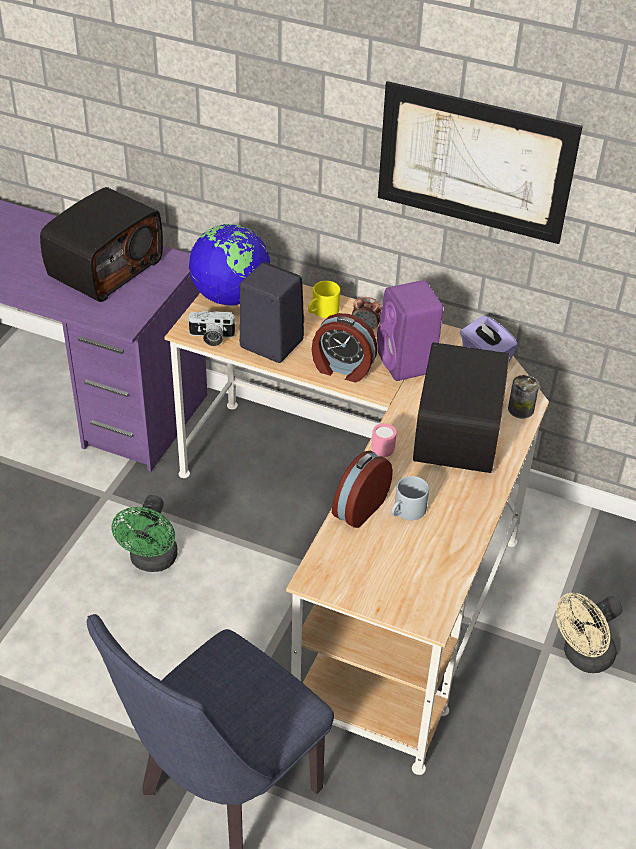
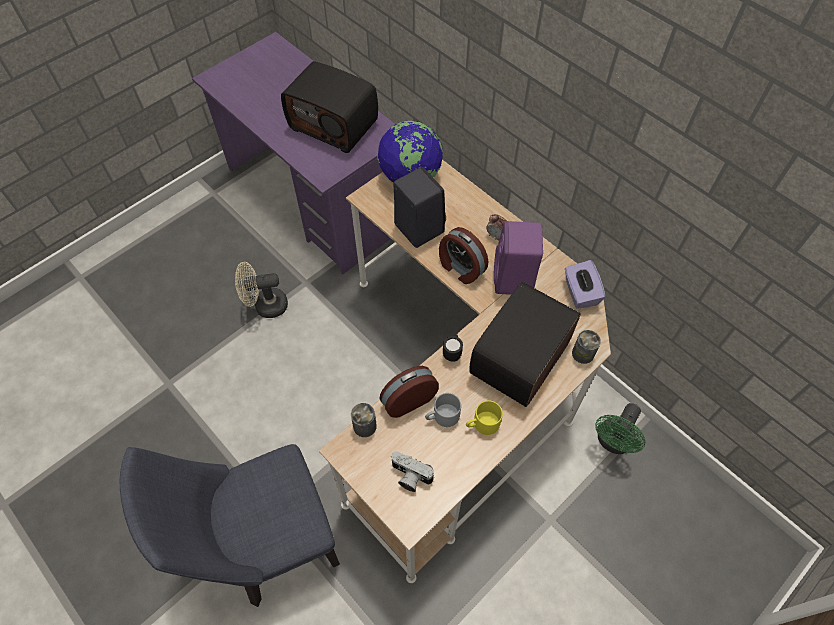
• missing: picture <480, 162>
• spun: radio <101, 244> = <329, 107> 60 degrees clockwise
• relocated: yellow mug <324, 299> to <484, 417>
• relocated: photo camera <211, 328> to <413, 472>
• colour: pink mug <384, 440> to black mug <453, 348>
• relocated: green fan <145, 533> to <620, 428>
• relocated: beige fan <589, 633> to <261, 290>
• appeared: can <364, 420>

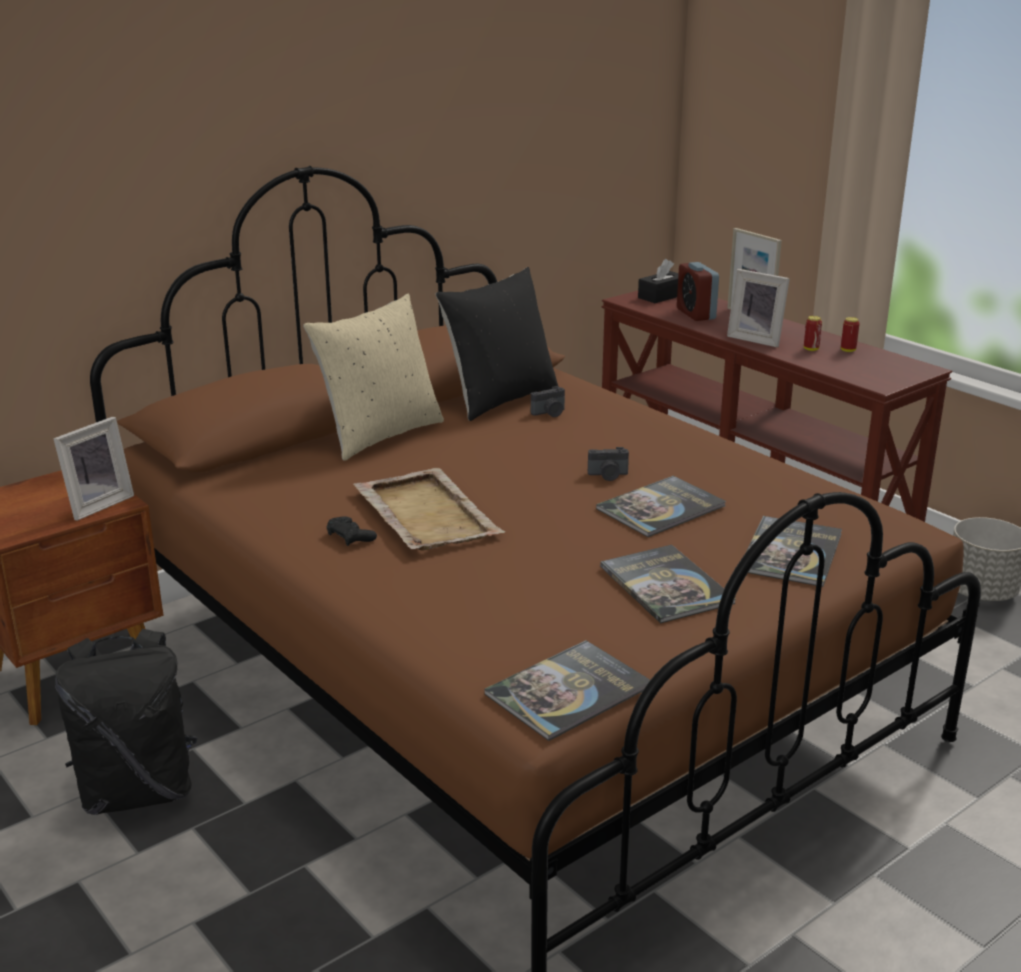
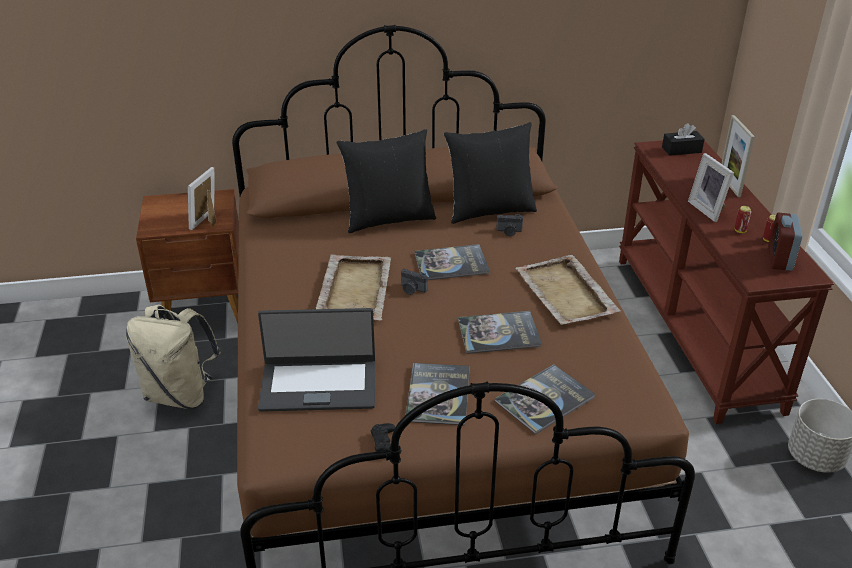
• relocated: alarm clock <698, 291> to <785, 242>
• colour: beige pillow <373, 377> to black pillow <386, 181>
• spun: picture frame <93, 469> = <202, 199> 135 degrees clockwise
• relocated: photo camera <608, 464> to <414, 282>
• relocated: black game controller <351, 531> to <386, 438>
• colour: black backpack <126, 722> to beige backpack <173, 356>
• relocated: book <567, 690> to <452, 262>
• appeared: beige tray <568, 290>
• appeared: laptop <316, 360>

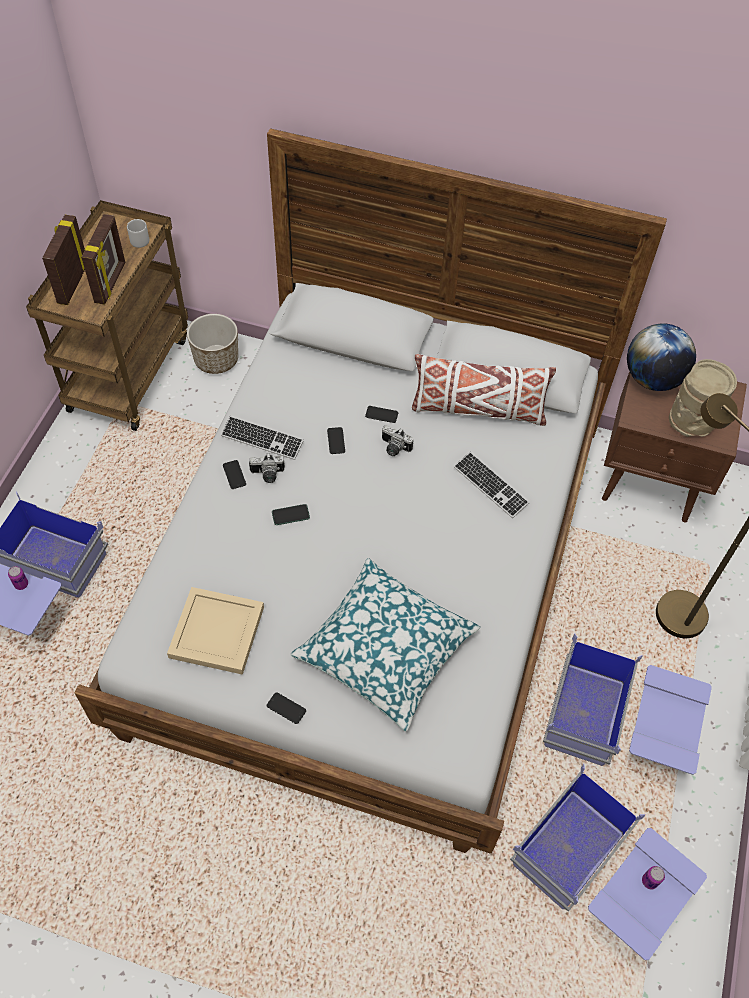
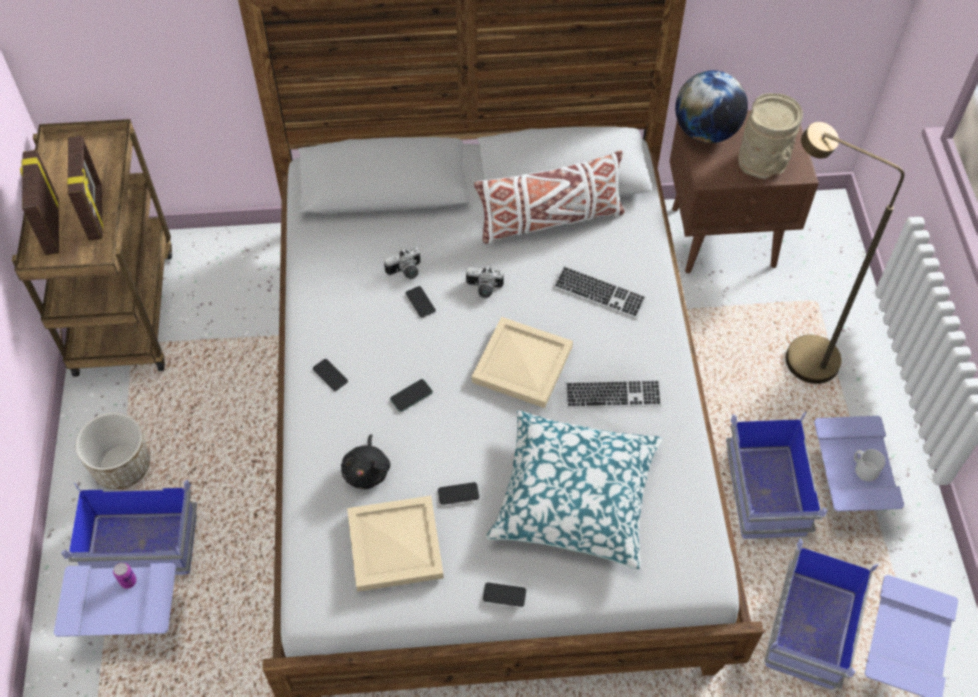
• relocated: grey mug <138, 233> to <869, 465>
• relocated: planter <212, 344> to <112, 450>
• relocated: phone <381, 414> to <458, 493>
• relocated: keyboard <262, 438> to <613, 394>
• relocated: photo camera <267, 468> to <402, 263>
• missing: can <653, 877>
• appeared: beige tray <522, 362>
• appeared: black plush toy <365, 461>

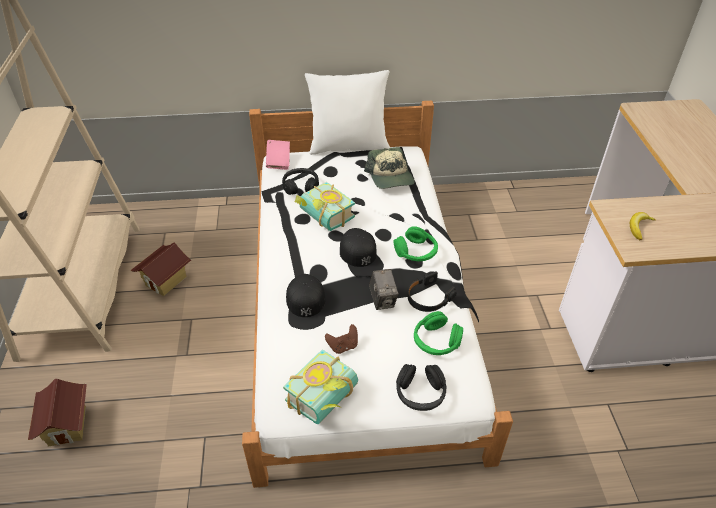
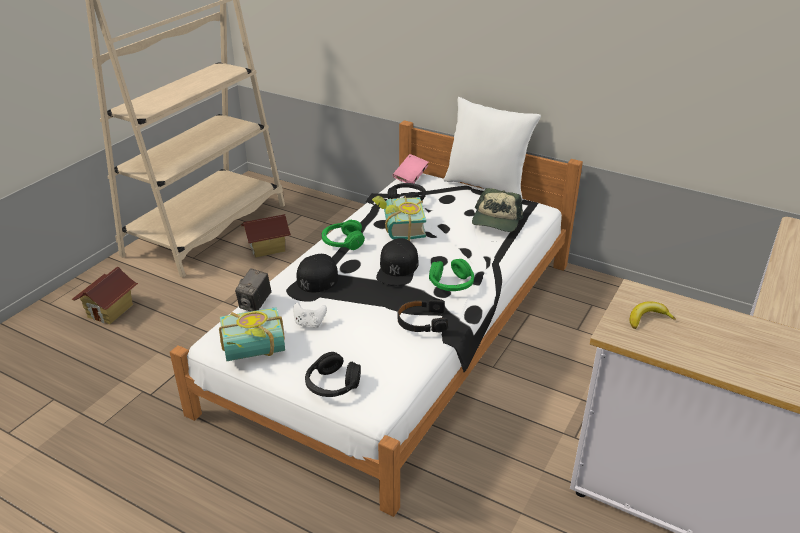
• relocated: photo camera <384, 289> to <253, 290>
• relocated: green headphones <438, 333> to <343, 235>
• colour: brown game controller <341, 339> to white game controller <310, 314>

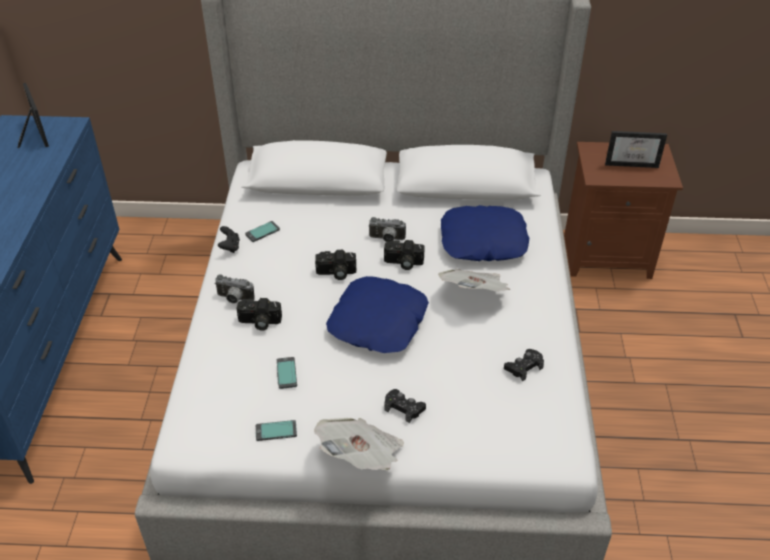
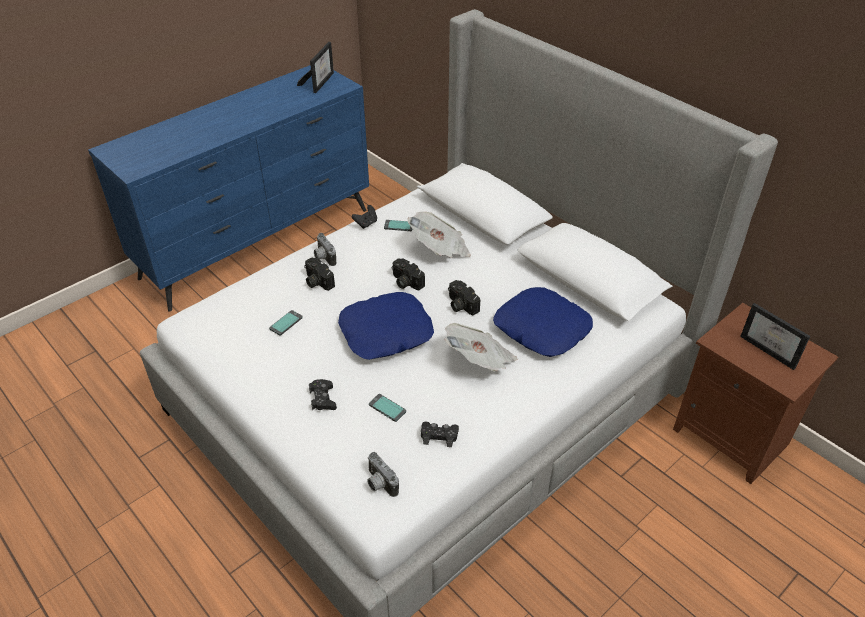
• relocated: photo camera <387, 229> to <383, 474>
• relocated: newspaper <359, 444> to <439, 235>
• relocated: phone <276, 430> to <387, 408>

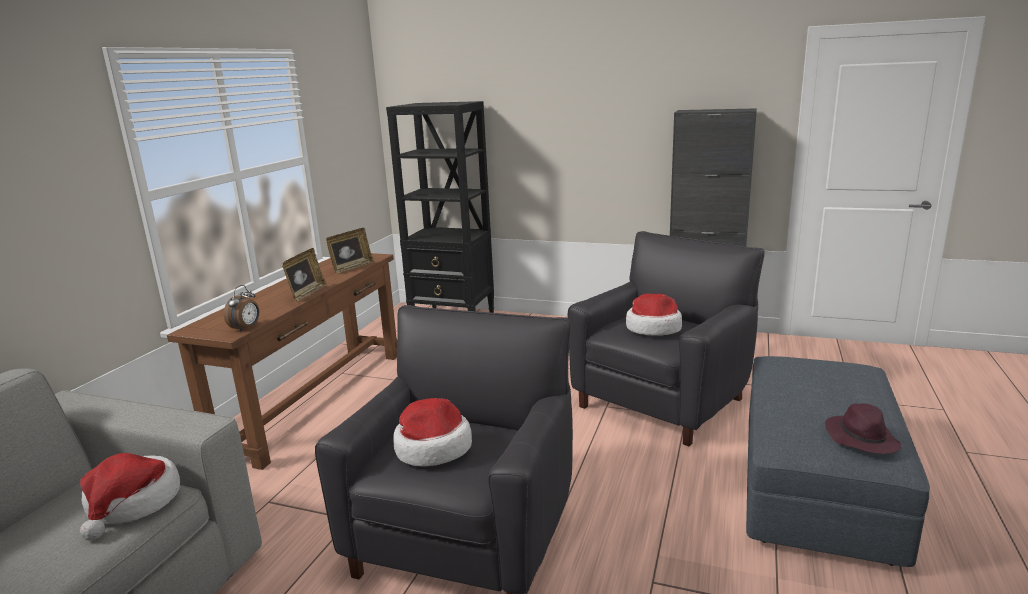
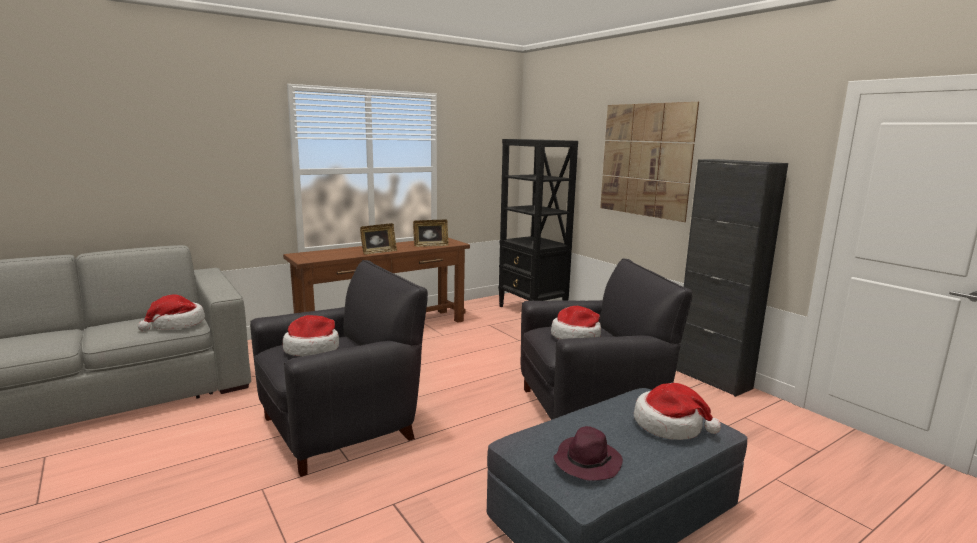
• missing: alarm clock <241, 308>
• appeared: picture <649, 162>
• appeared: hat <677, 411>

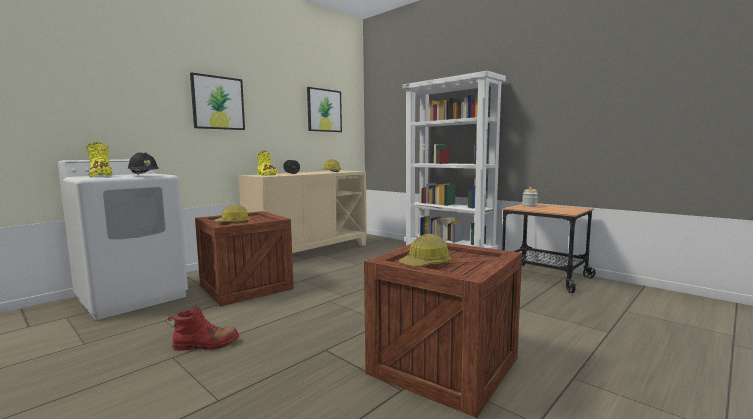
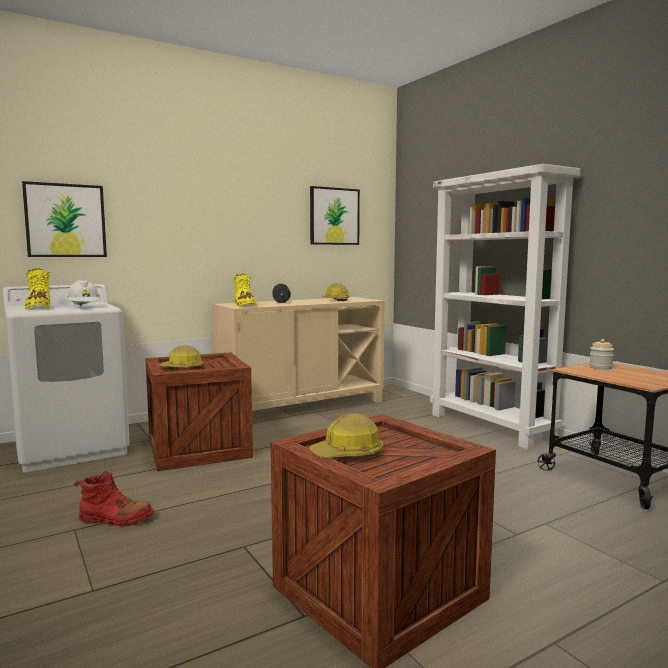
• relocated: picture <217, 101> to <64, 219>
• colour: black hard hat <143, 163> to white hard hat <84, 293>

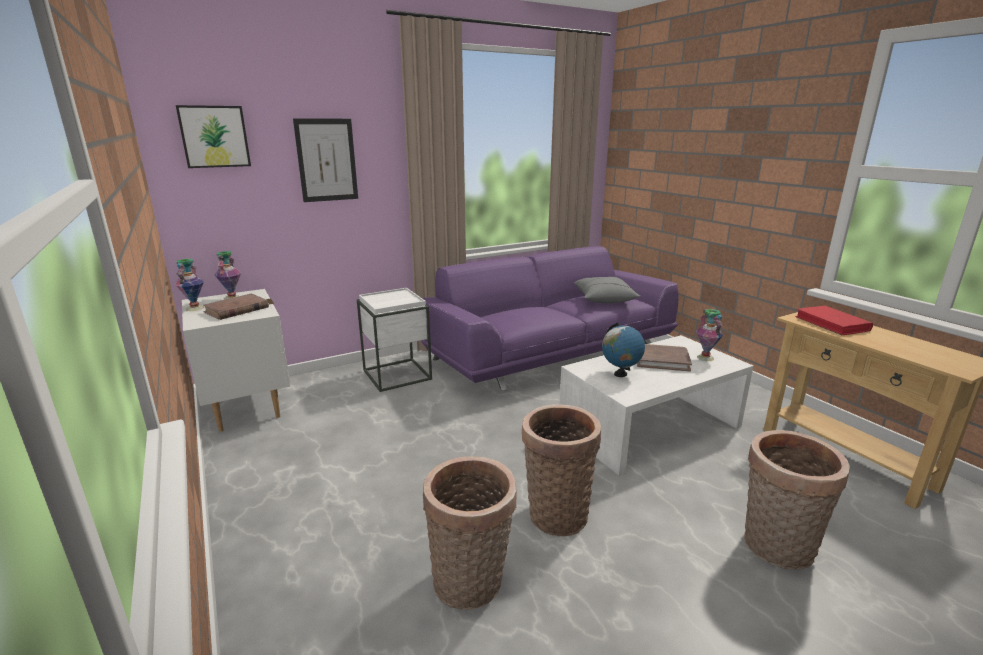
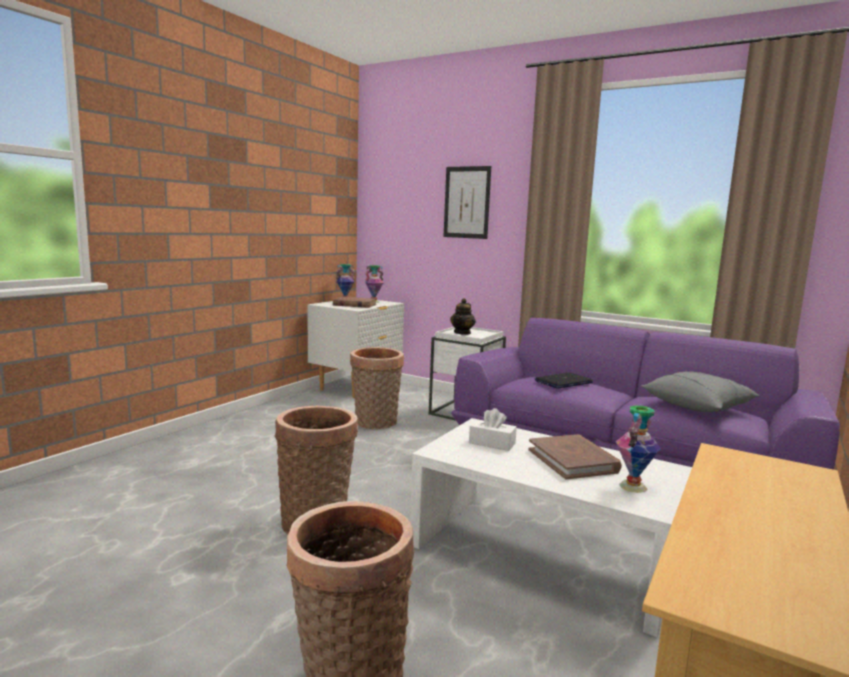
• missing: picture <213, 136>
• missing: red book <834, 320>
• exchanged: globe <623, 350> to white tissue box <493, 429>
• relocated: basket <470, 533> to <377, 388>
• appeared: teapot <463, 316>
• appeared: laptop <564, 381>

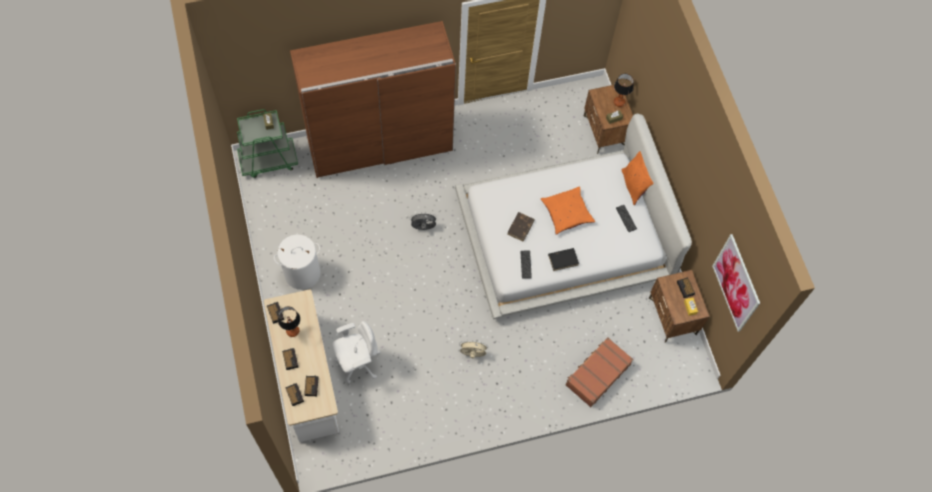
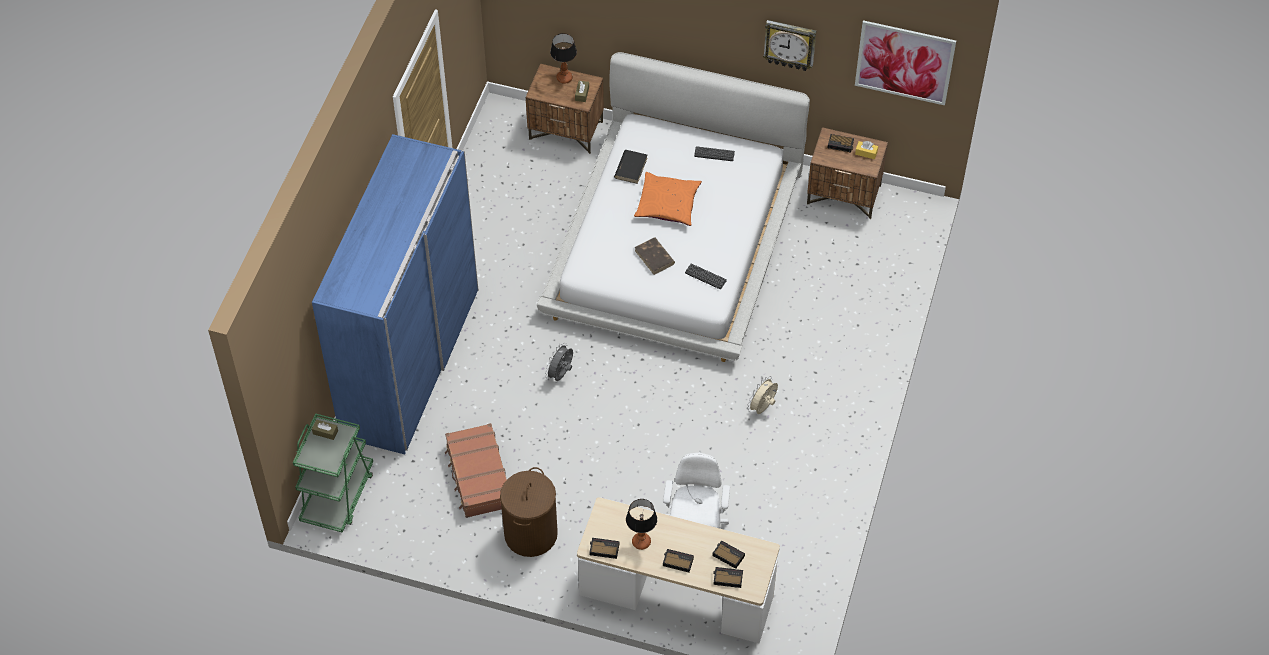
• colour: brown wardrobe <373, 99> to blue wardrobe <395, 294>
• missing: orange pillow <637, 178>
• colour: white laundry basket <297, 262> to brown laundry basket <529, 512>
• relocated: black book <563, 259> to <630, 167>
• relocated: brown suitcase <599, 372> to <476, 470>
• appeared: wall clock <789, 45>

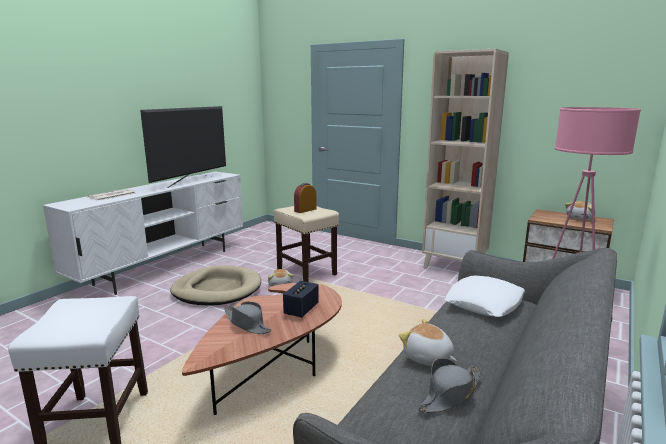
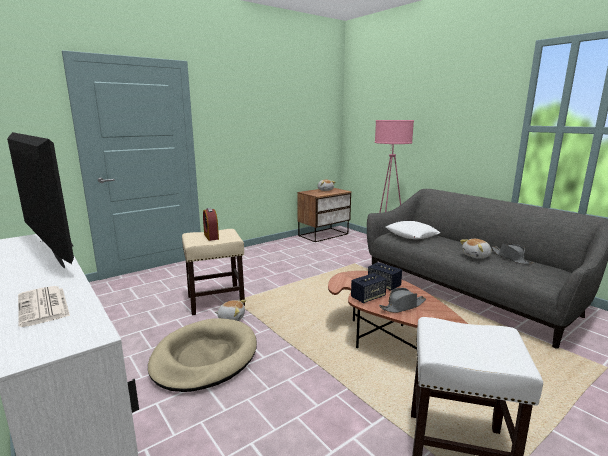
• missing: beige bookcase <465, 158>
• appeared: speaker <369, 288>

